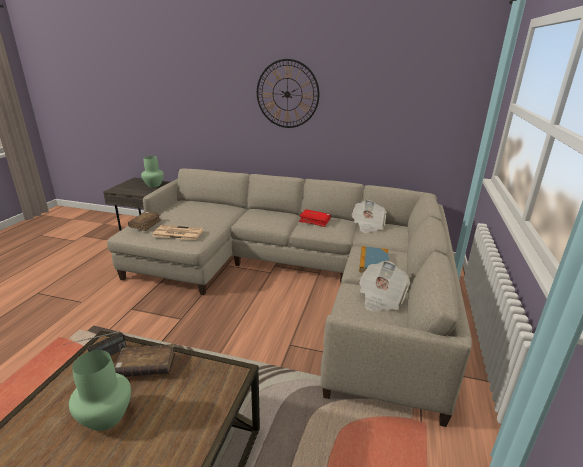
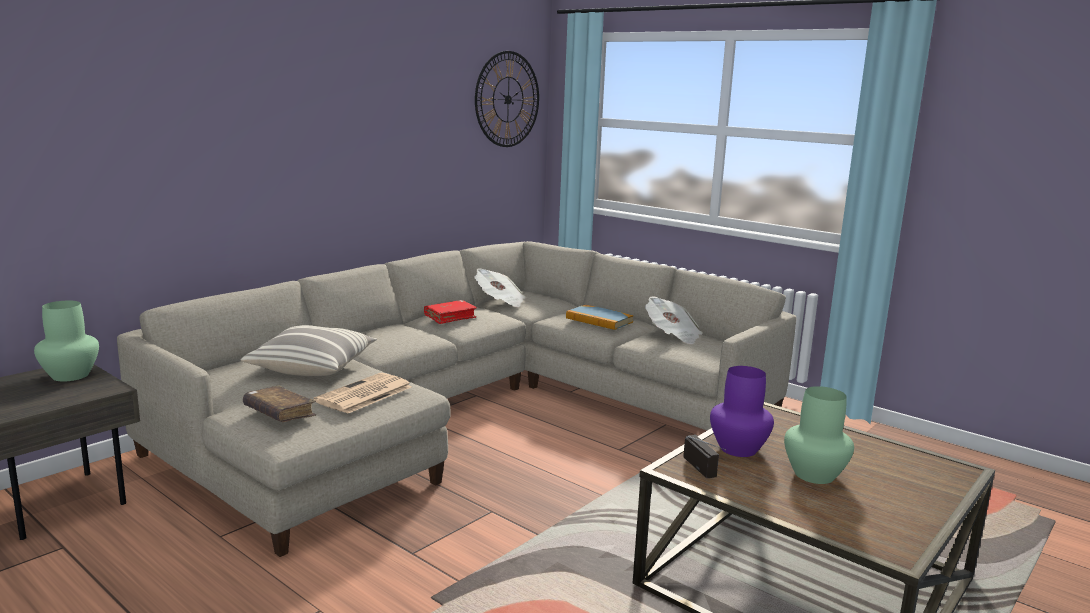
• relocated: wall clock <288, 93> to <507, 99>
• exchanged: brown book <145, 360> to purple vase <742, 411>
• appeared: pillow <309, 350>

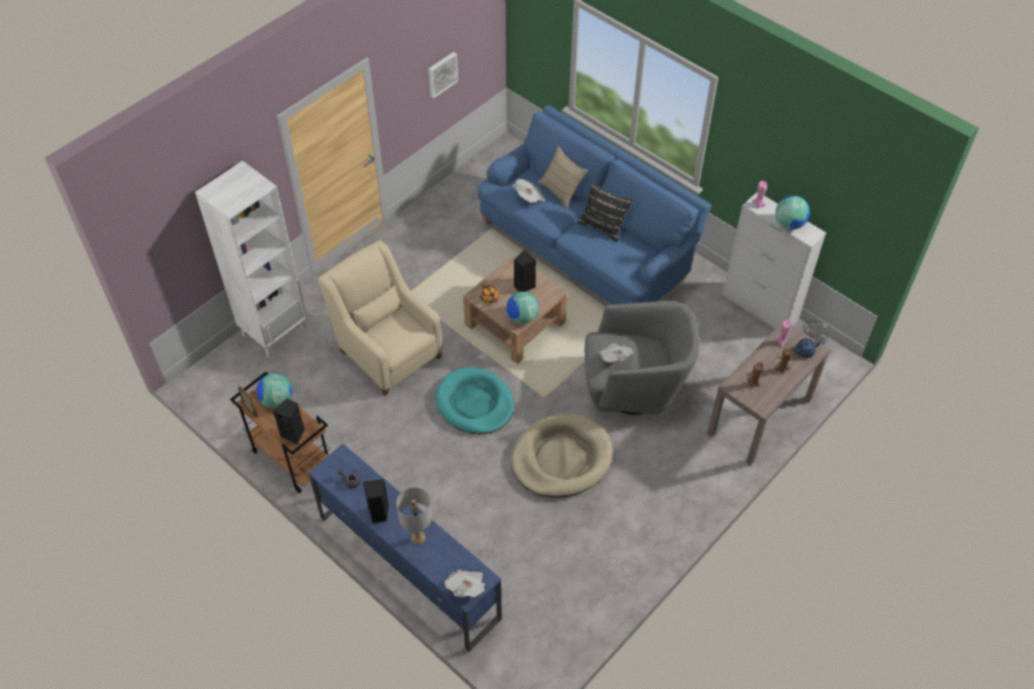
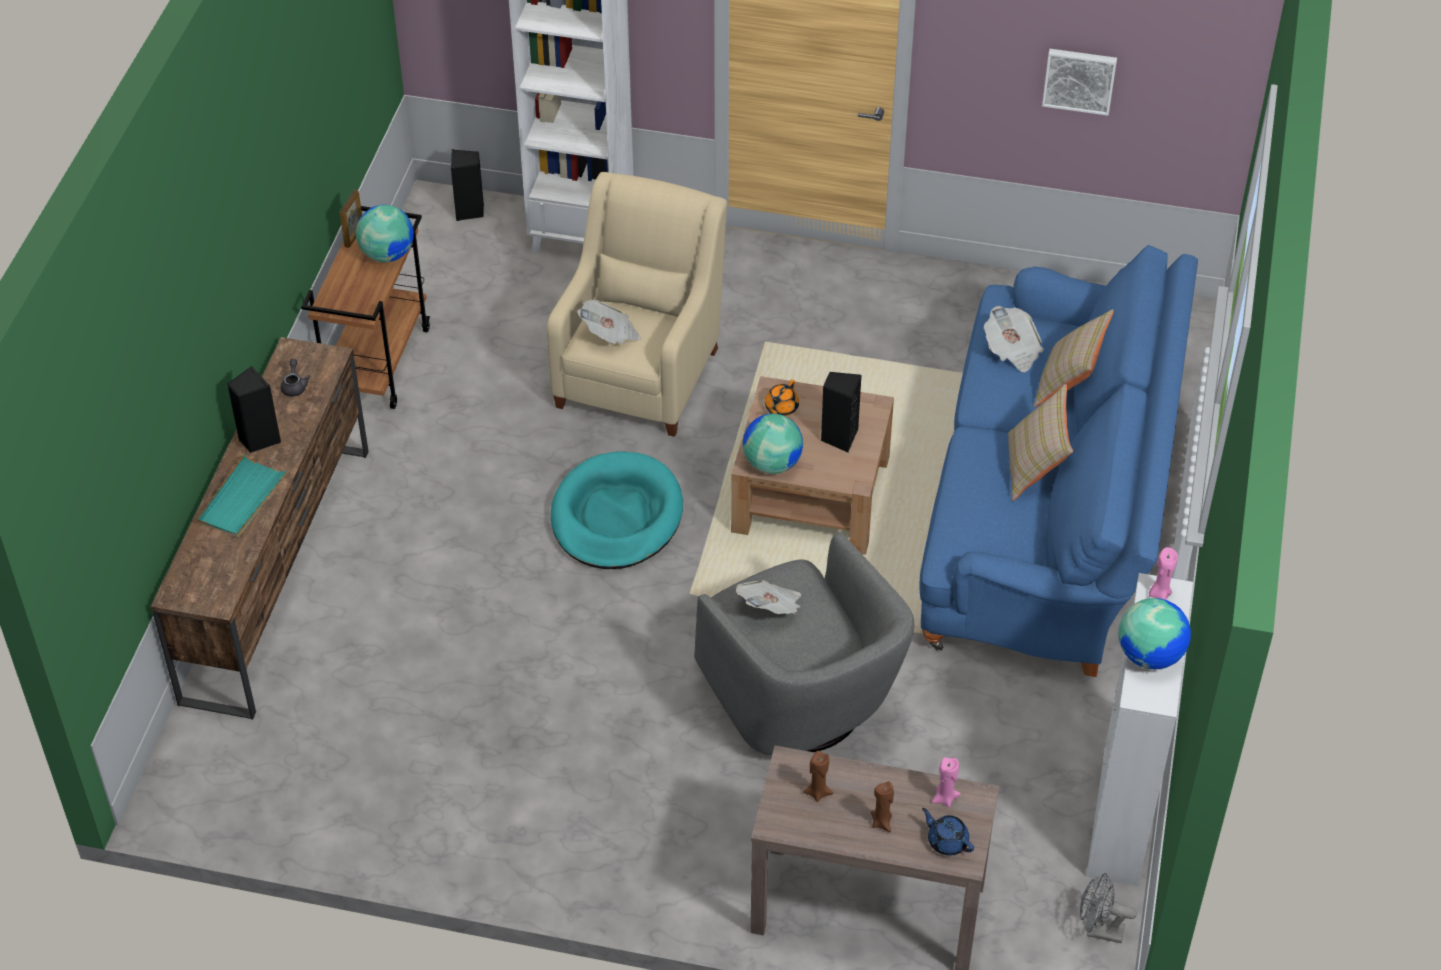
• colour: black pillow <605, 212> to beige pillow <1040, 442>
• relocated: black speaker <289, 421> to <467, 185>
• missing: beige dog bed <562, 455>
• colour: blue tv stand <405, 548> to brown tv stand <260, 528>
• exchanged: grey table lamp <414, 516> to turquoise tray <243, 495>
• relocated: newspaper <465, 583> to <609, 322>

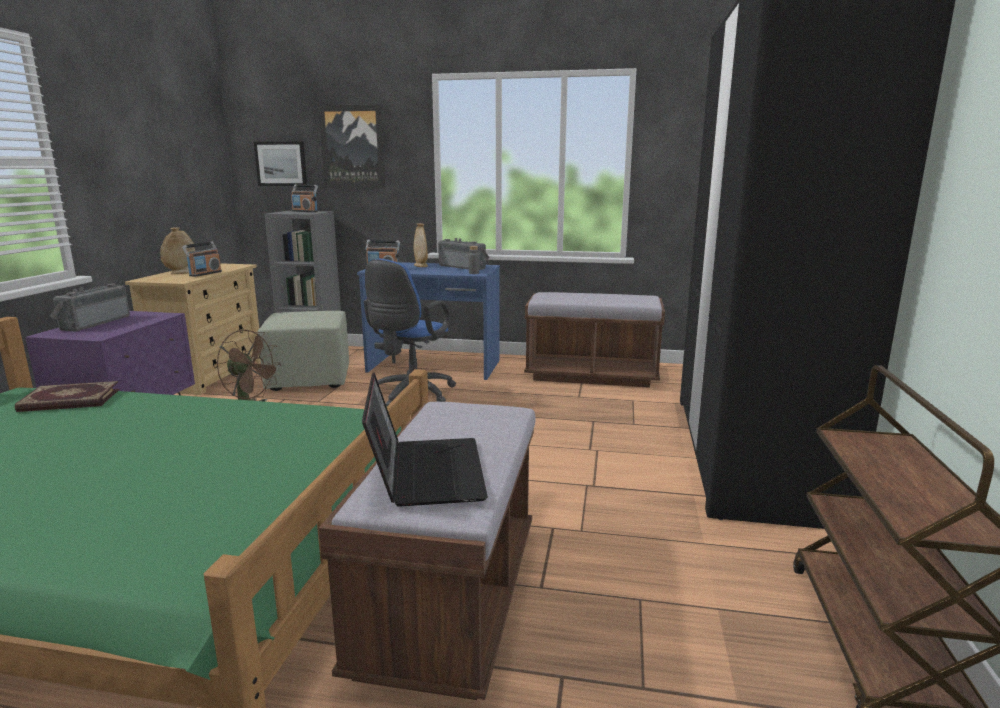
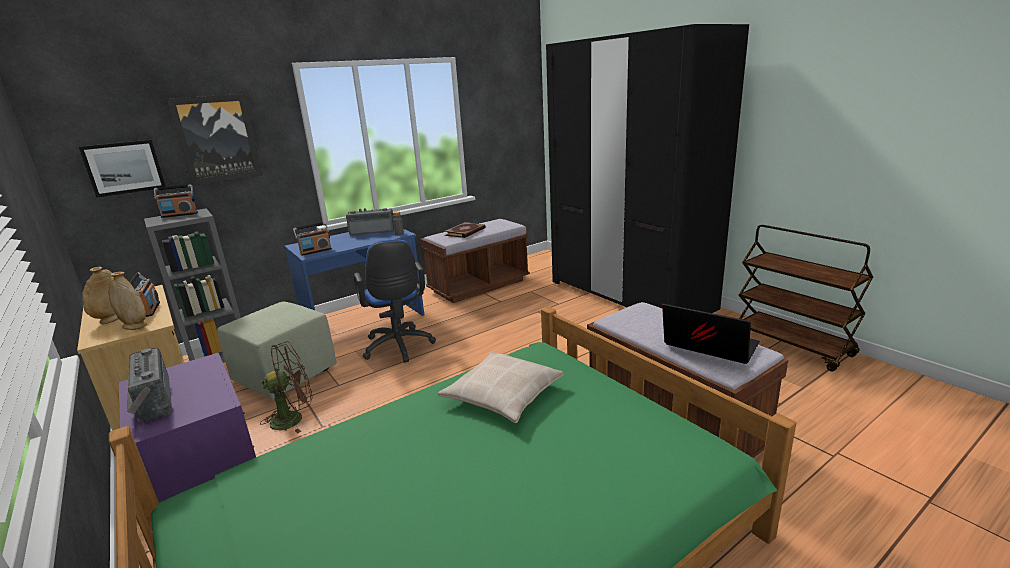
• relocated: beige vase <421, 245> to <127, 301>
• relocated: book <67, 396> to <465, 230>
• appeared: beige pillow <501, 387>

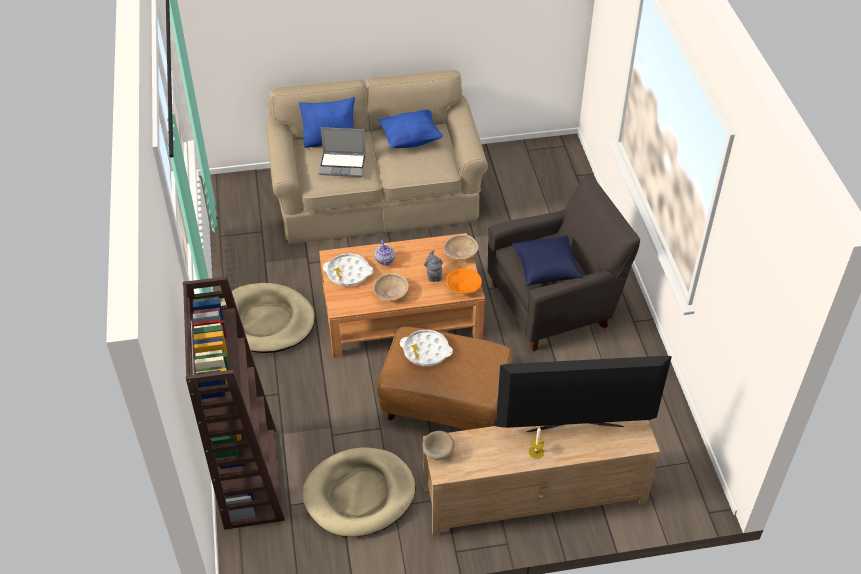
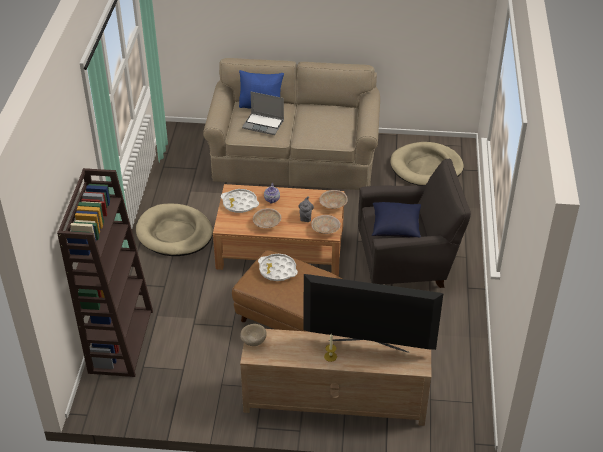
• missing: blue pillow <410, 129>
• colour: orange bowl <464, 281> to beige bowl <326, 224>
• relocated: beige dog bed <359, 492> to <427, 164>

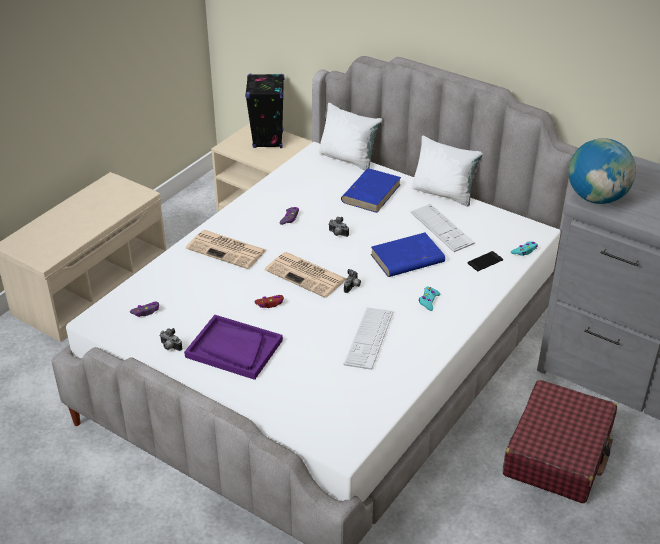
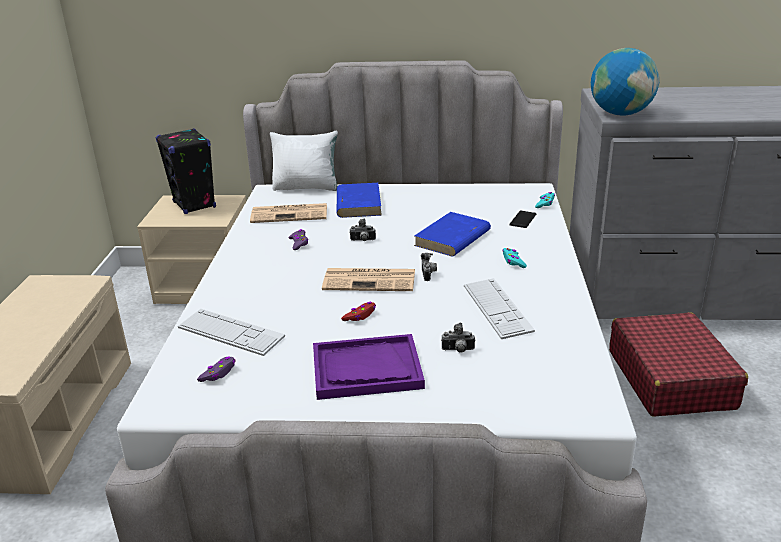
• missing: white pillow <447, 171>
• relocated: keyboard <443, 228> to <231, 332>
• relocated: newspaper <226, 249> to <288, 213>
• relocated: photo camera <171, 339> to <458, 338>

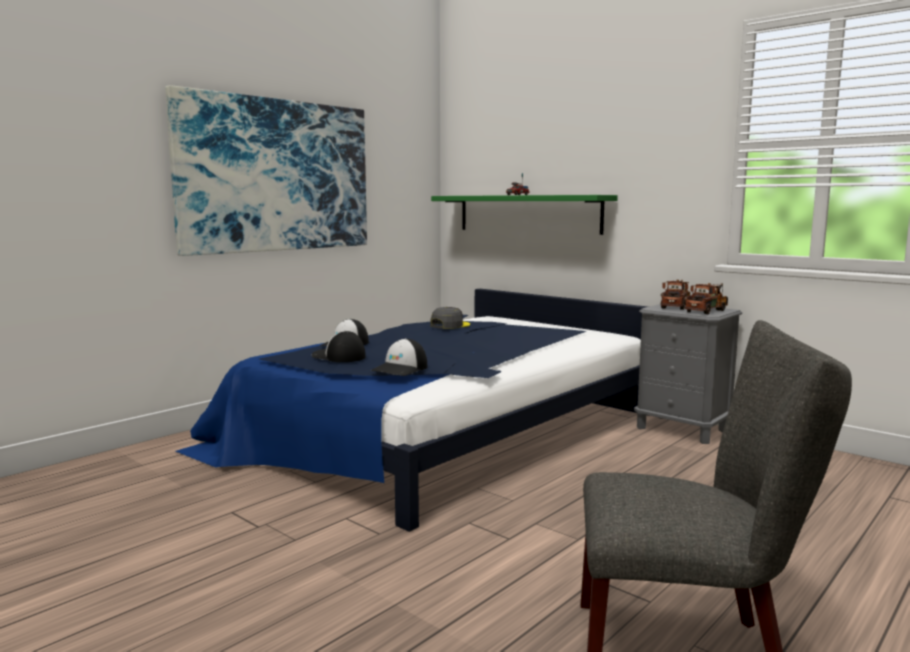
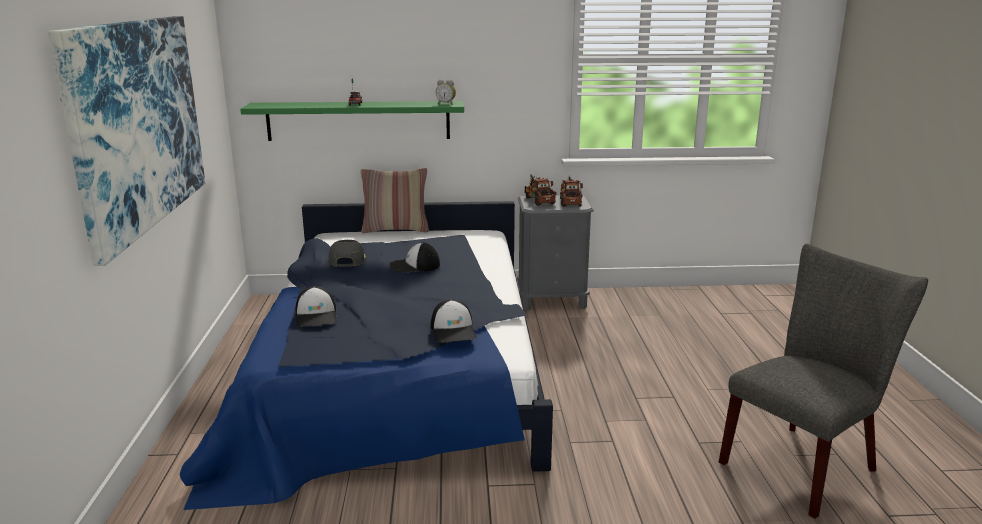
• relocated: cap <339, 346> to <415, 258>
• appeared: alarm clock <446, 92>
• appeared: pillow <395, 200>

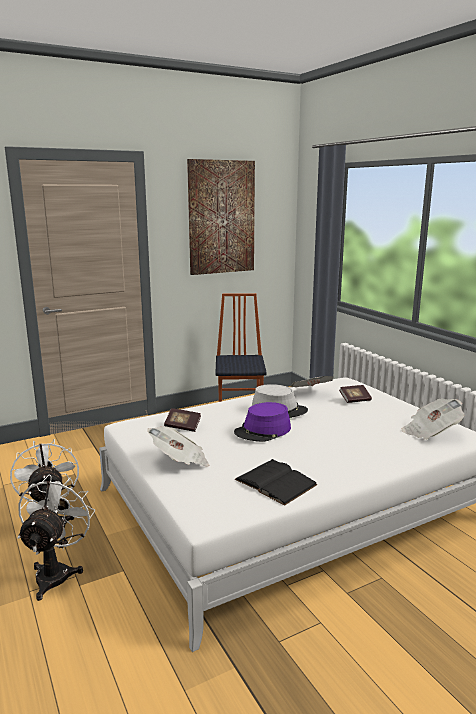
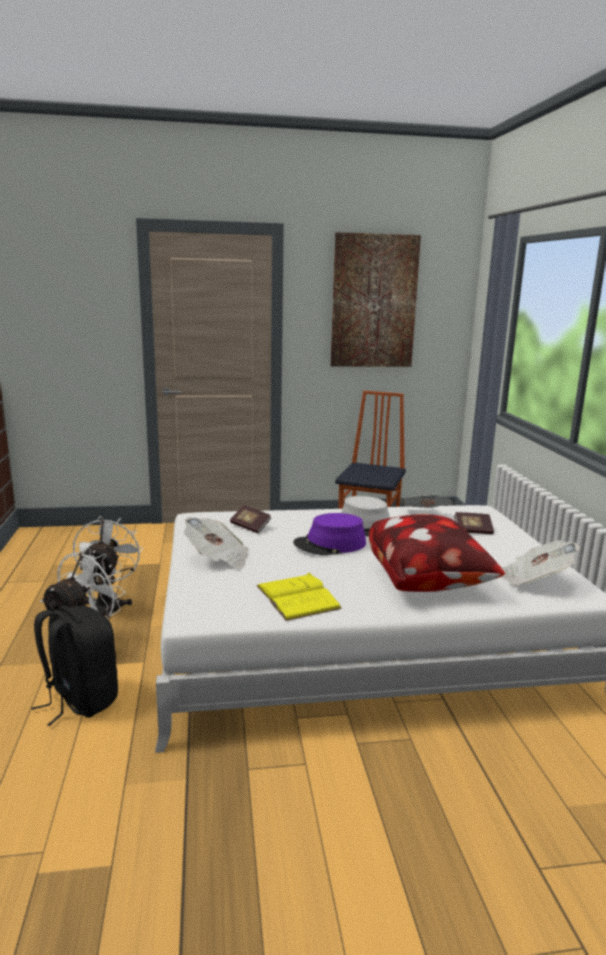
• colour: black book <276, 482> to yellow book <299, 597>
• appeared: pillow <437, 553>
• appeared: black backpack <74, 666>

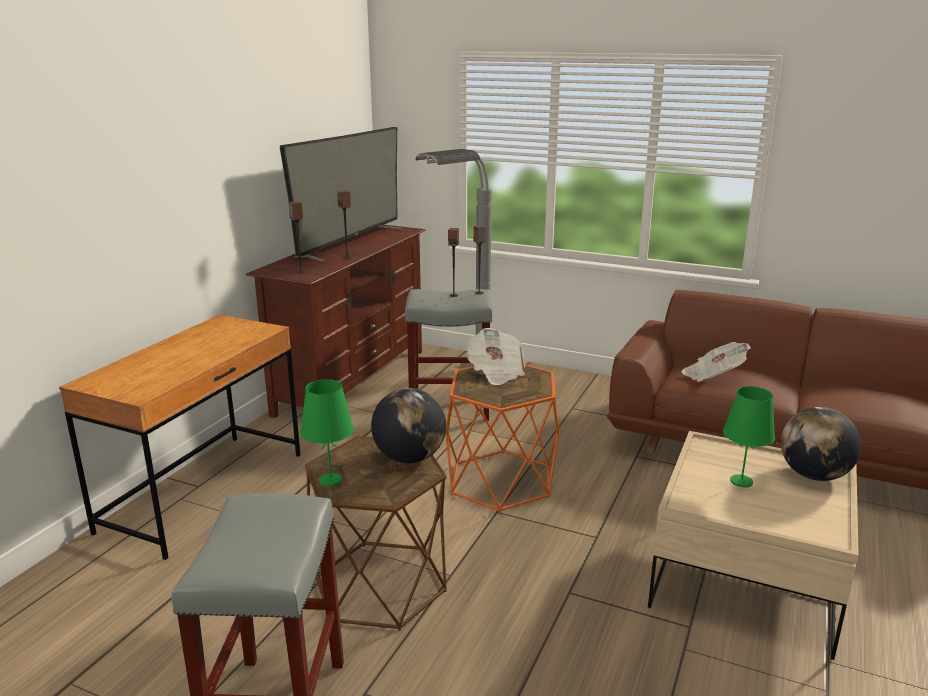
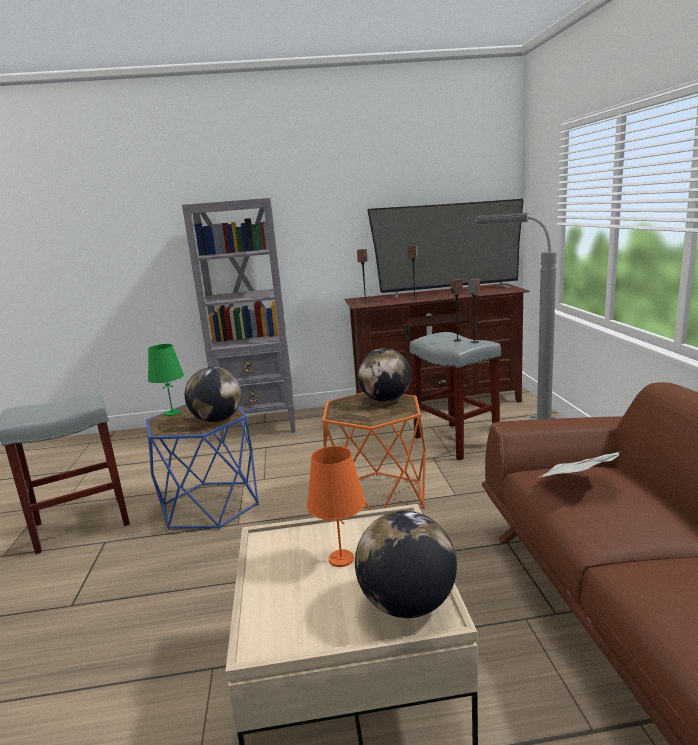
• exchanged: brown desk <179, 437> to grey bookcase <239, 319>
• exchanged: newspaper <496, 356> to globe <385, 375>
• colour: green table lamp <749, 437> to orange table lamp <336, 506>
• colour: brown side table <376, 533> to blue side table <202, 467>

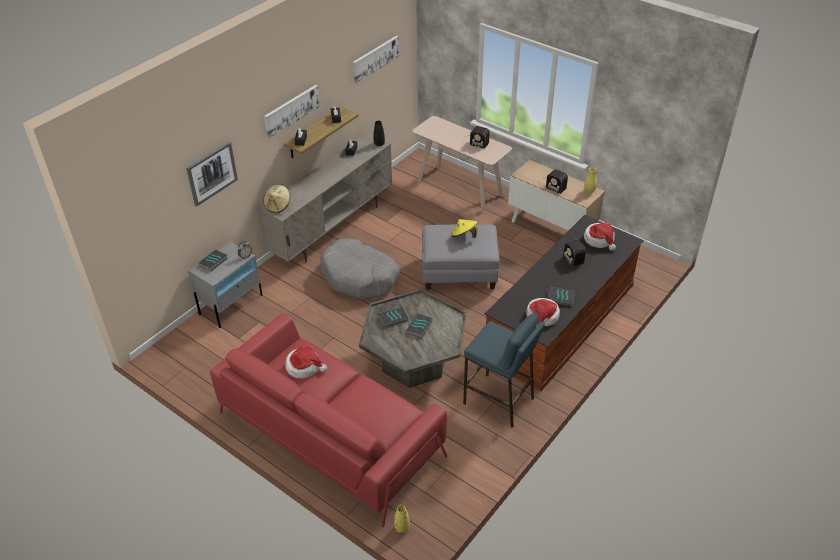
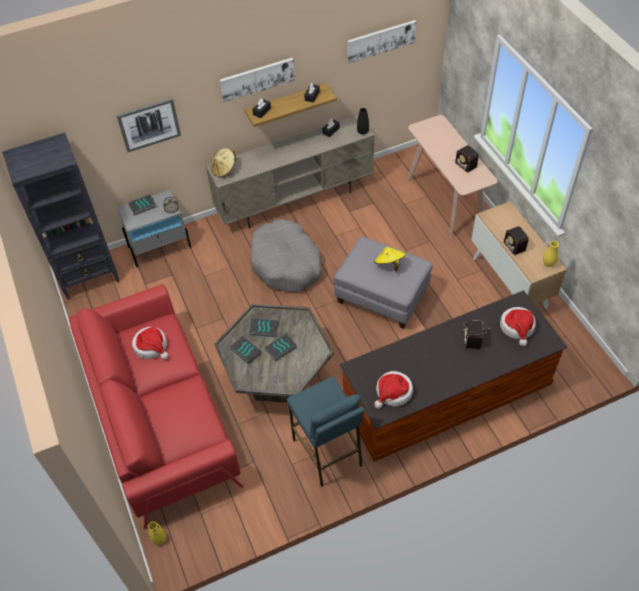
• relocated: book <561, 296> to <245, 350>
• appeared: black bookcase <61, 216>

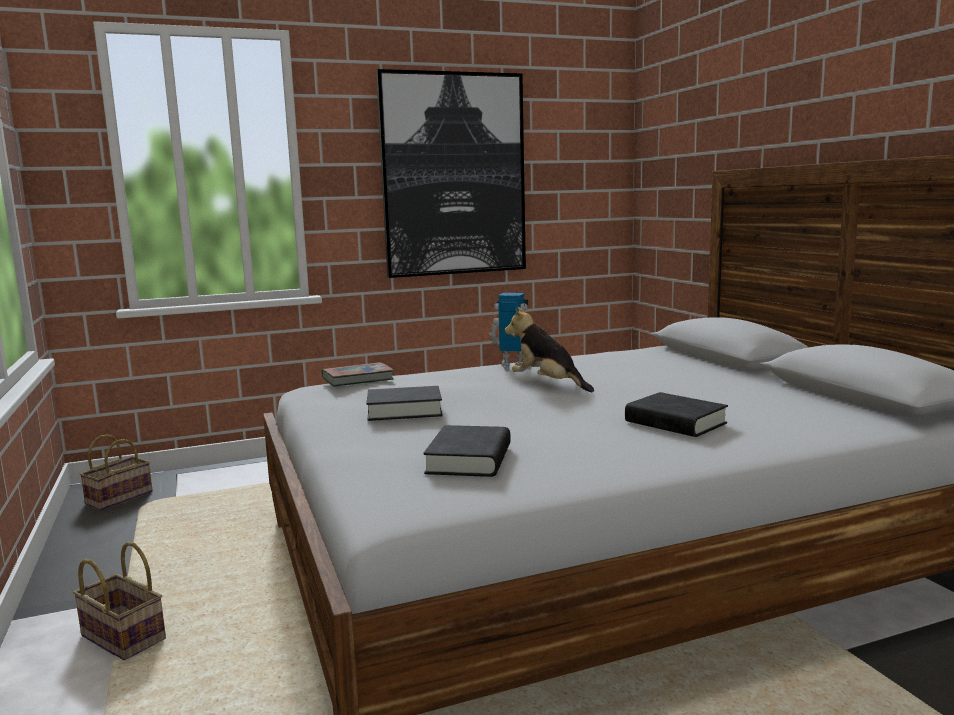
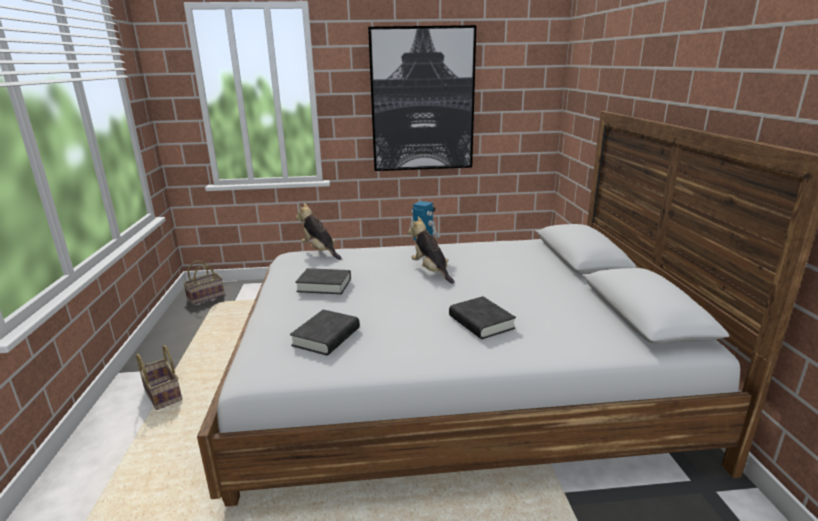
• exchanged: book <358, 374> to plush toy <319, 231>

